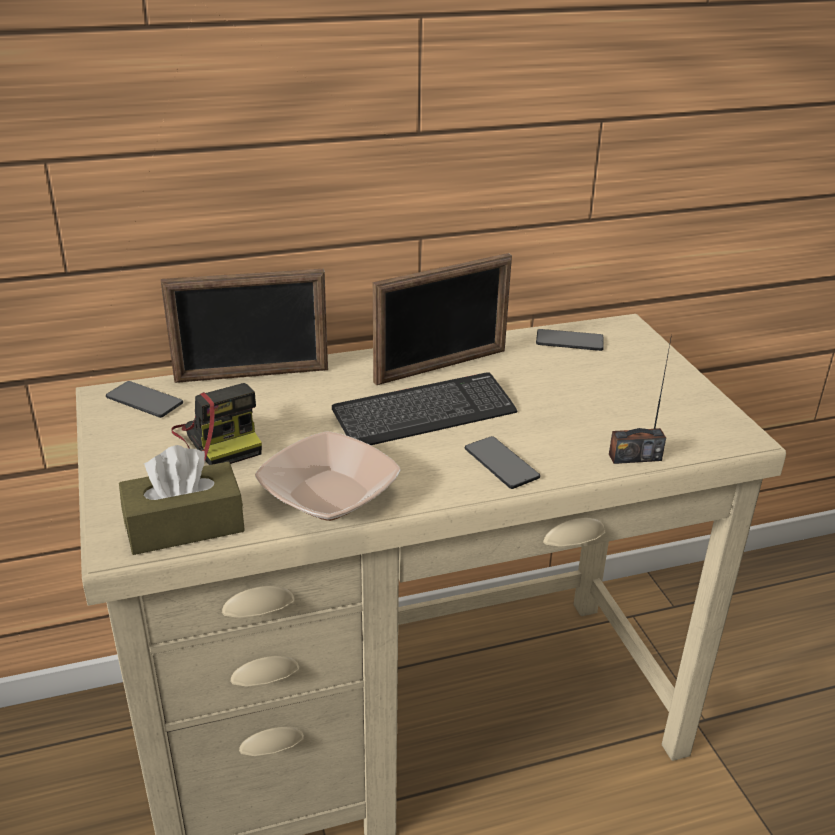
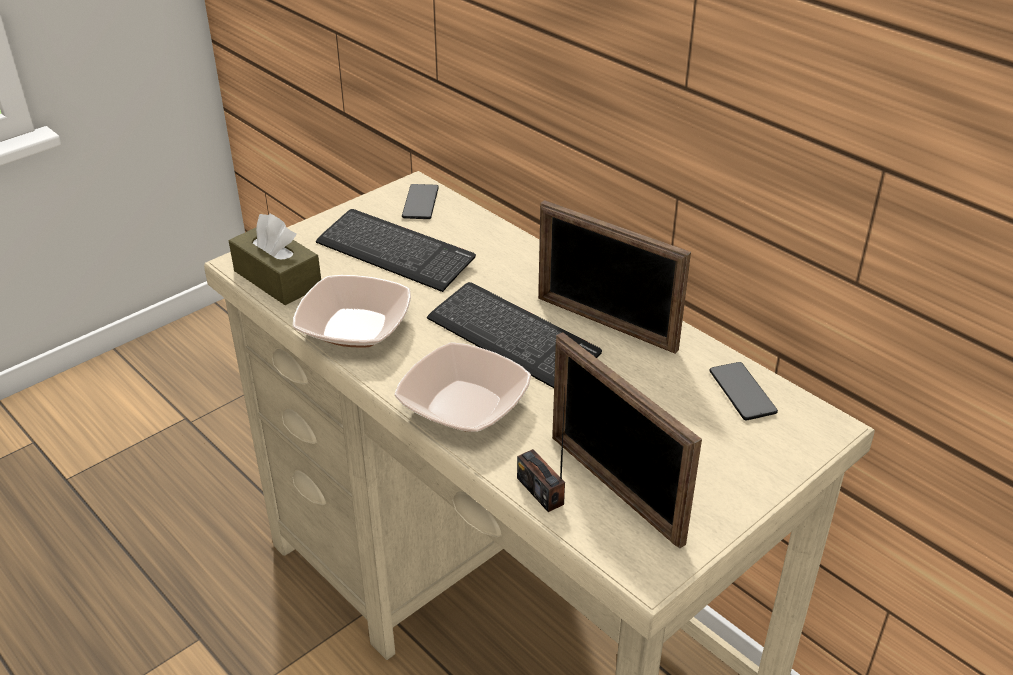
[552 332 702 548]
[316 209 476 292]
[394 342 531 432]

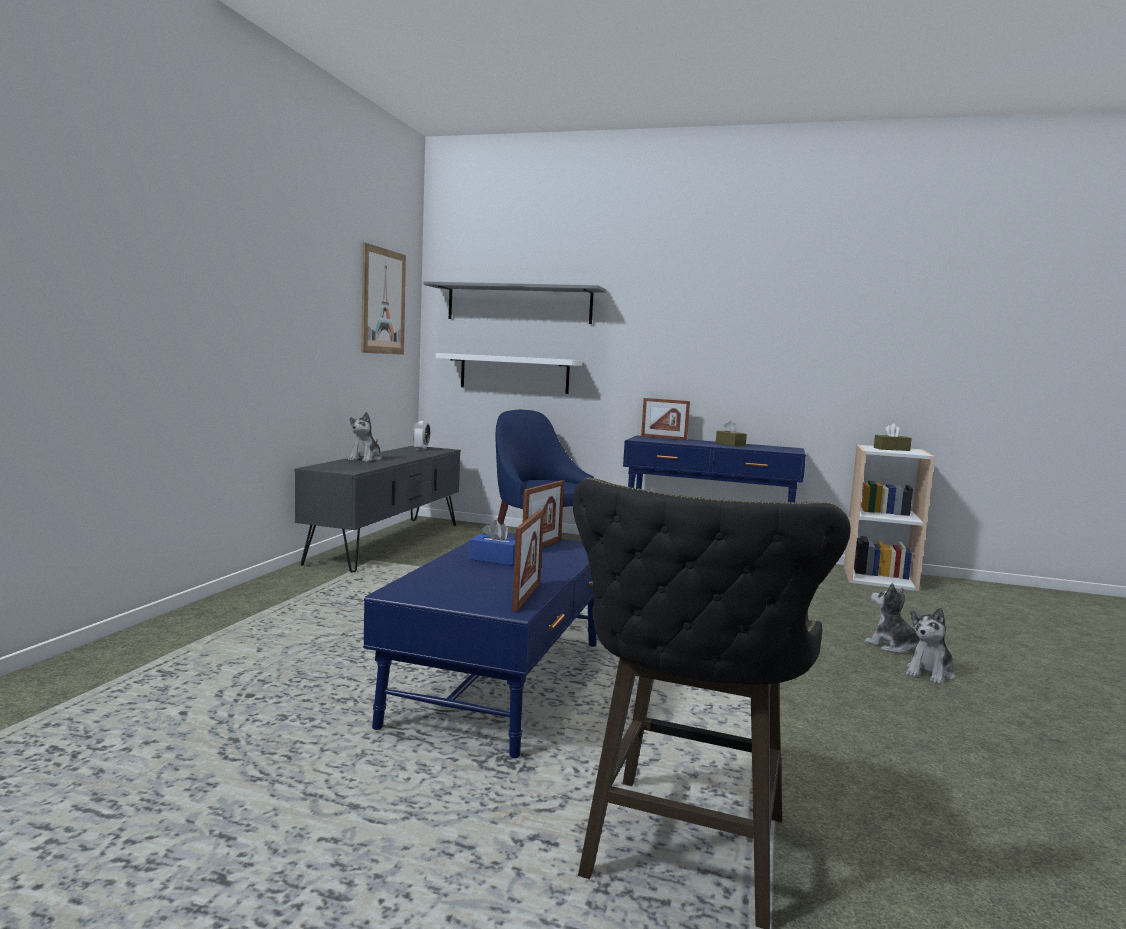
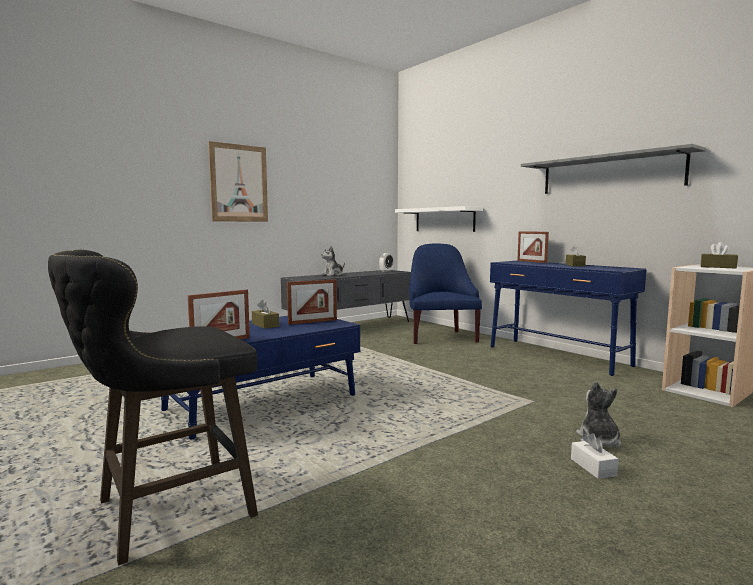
[208 141 268 222]
[521 144 706 194]
[571 433 618 479]
[252 300 279 329]

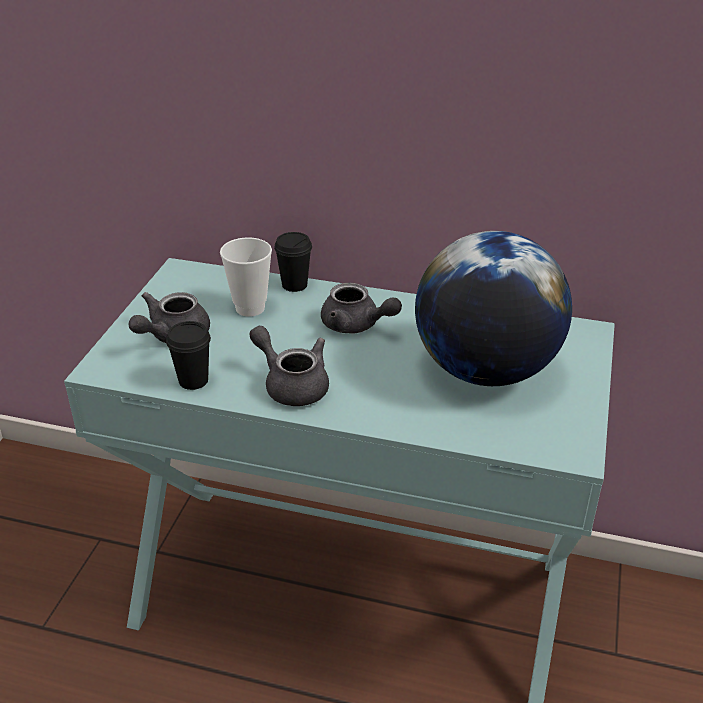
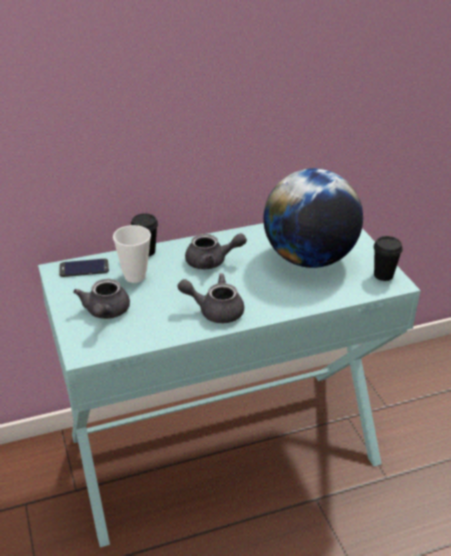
[59 259 109 277]
[374 236 403 281]

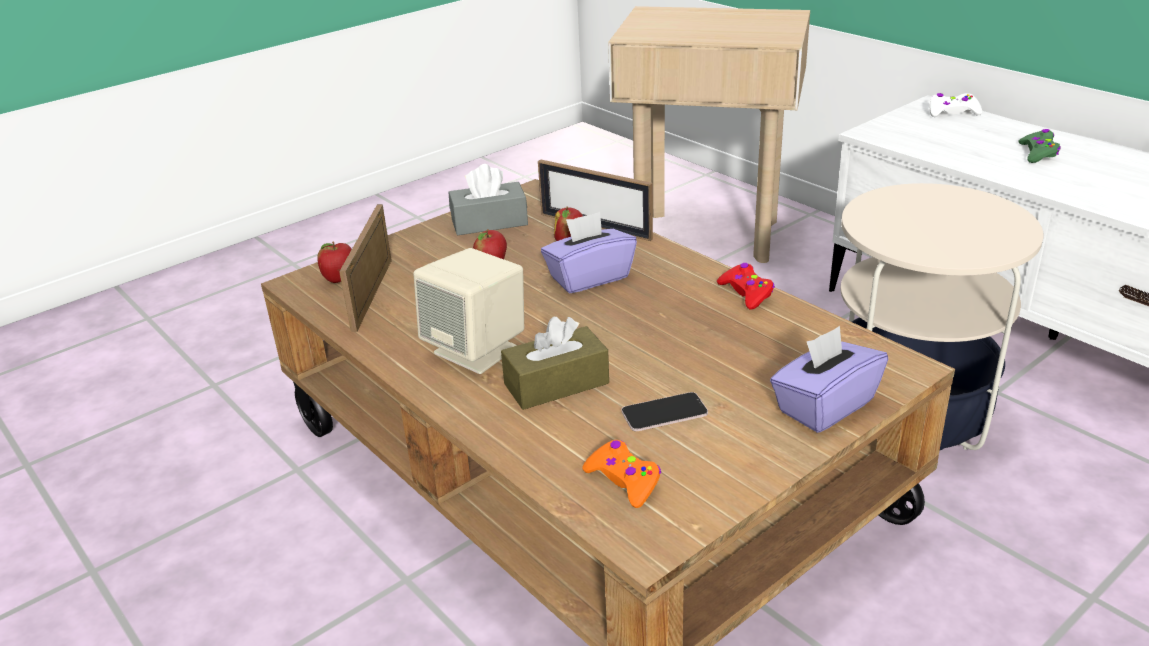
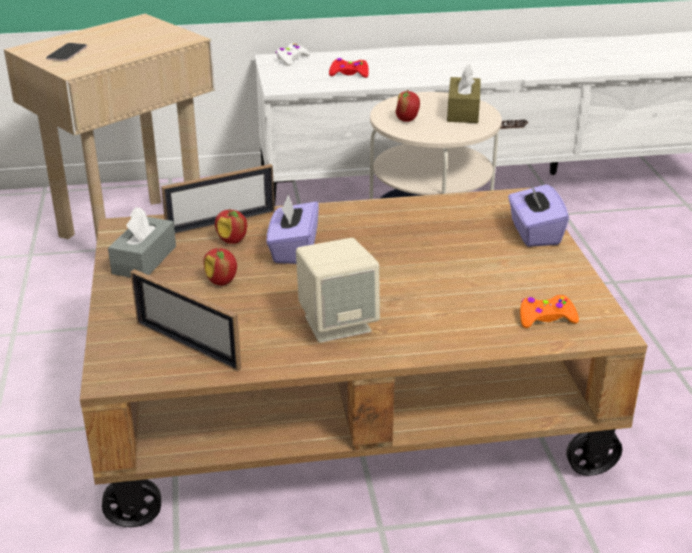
[1019 129 1061 163] (first image)
[395 90 420 122]
[447 65 481 123]
[46 43 87 61]
[329 58 369 78]

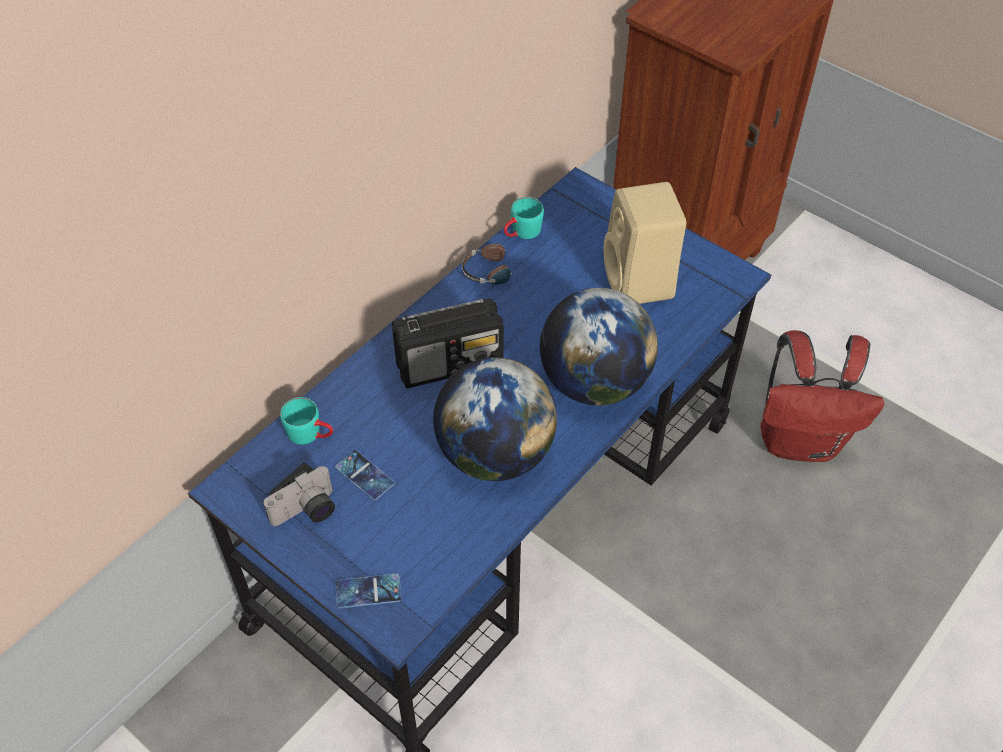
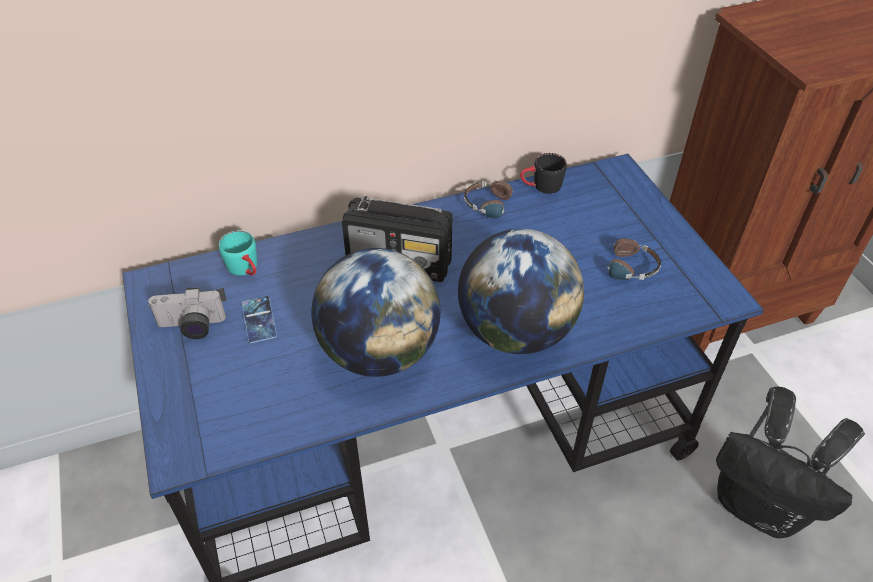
[335 573 402 608] (first image)
[592 238 661 280]
[520 153 567 194]
[716 387 865 538]

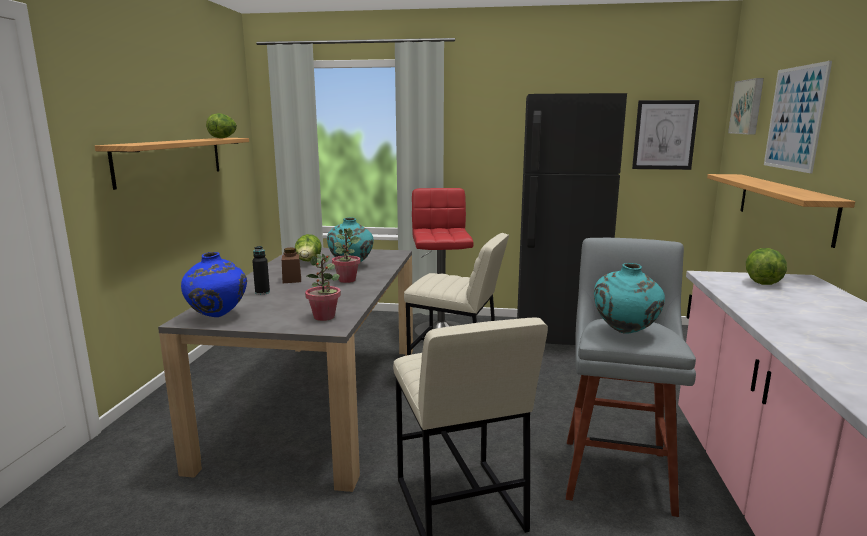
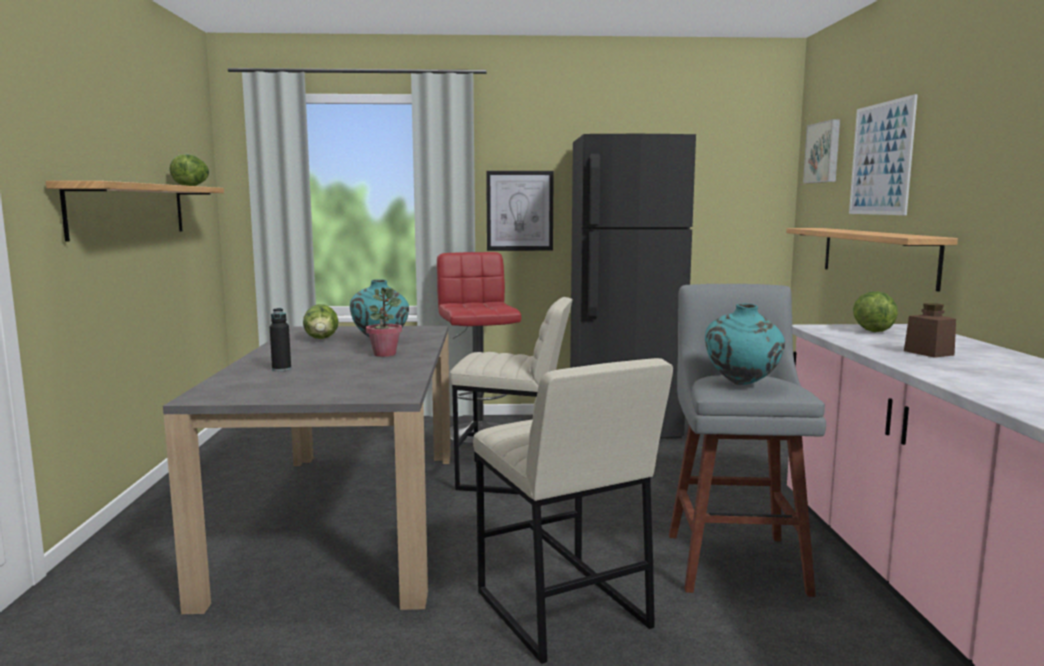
[181 252 247 317] (first image)
[305 254 341 321] (first image)
[904 303 956 358]
[486 171 554 251]

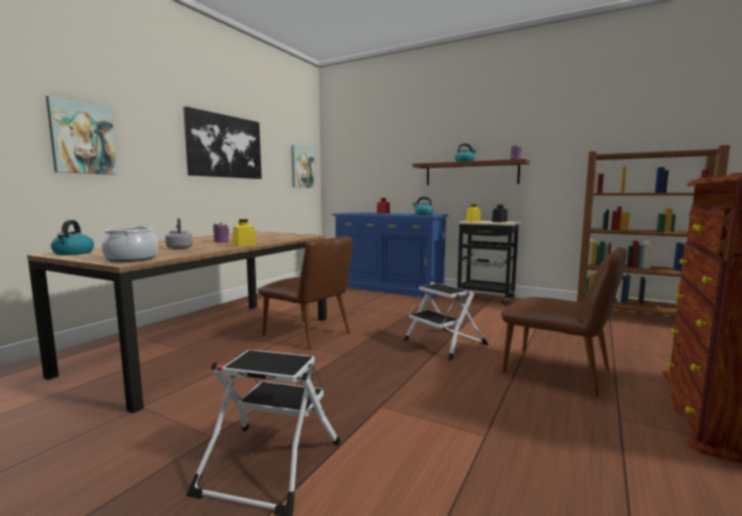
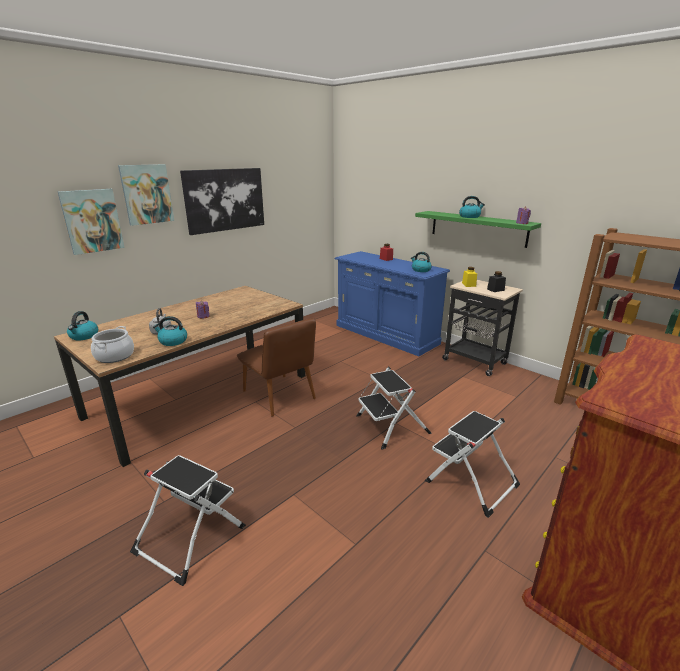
[233 219 256 247] (first image)
[153 316 187 346]
[118 164 174 226]
[425 411 520 518]
[415 211 541 248]

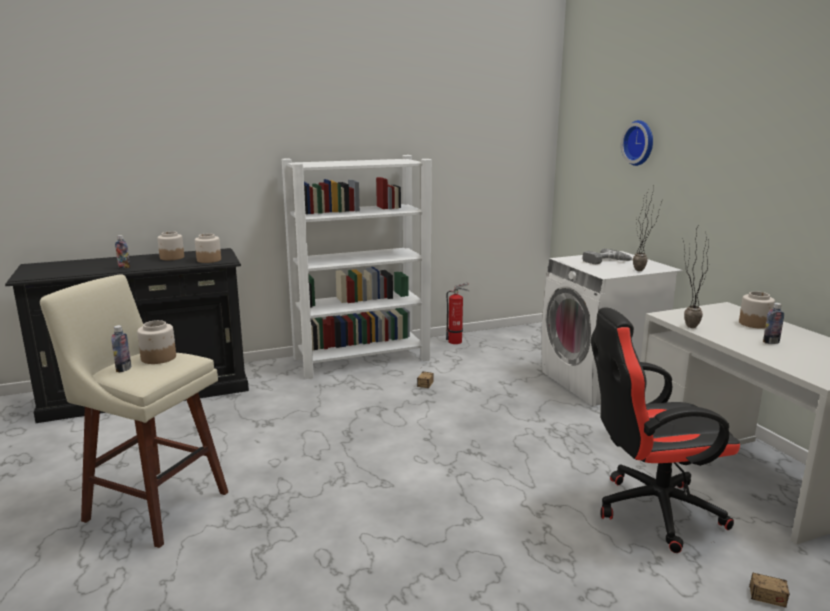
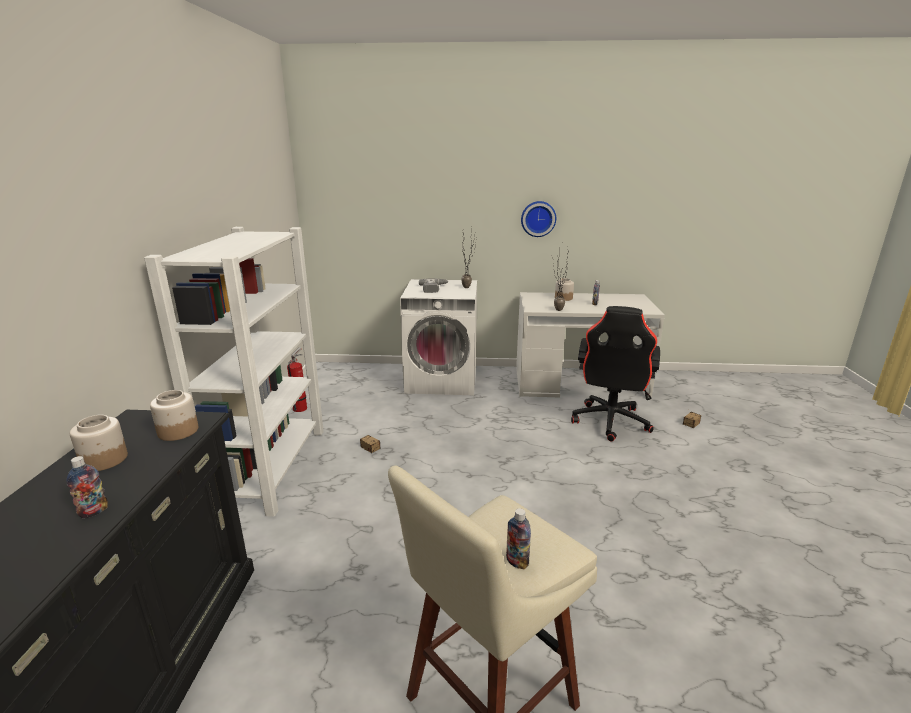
[137 320 176 364] (first image)
[521 201 556 237]

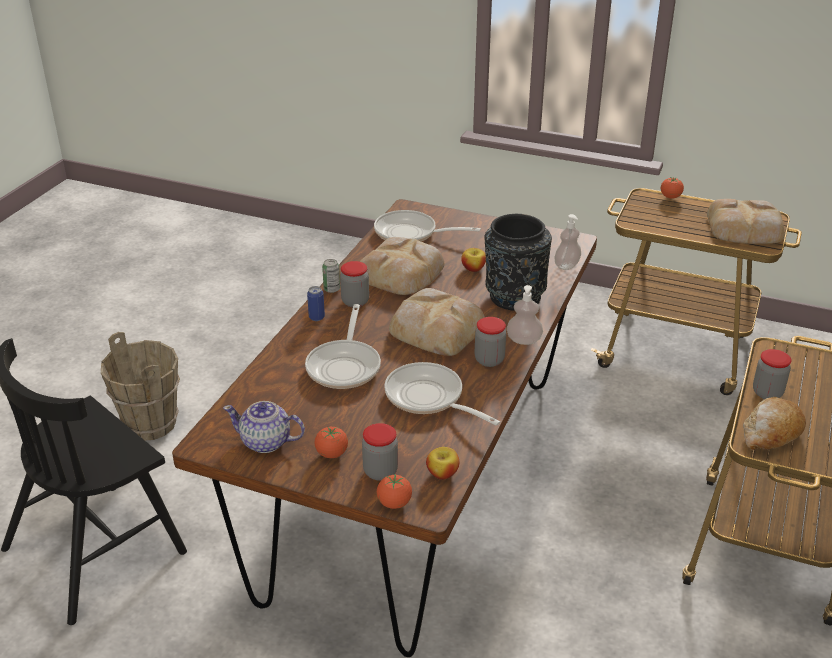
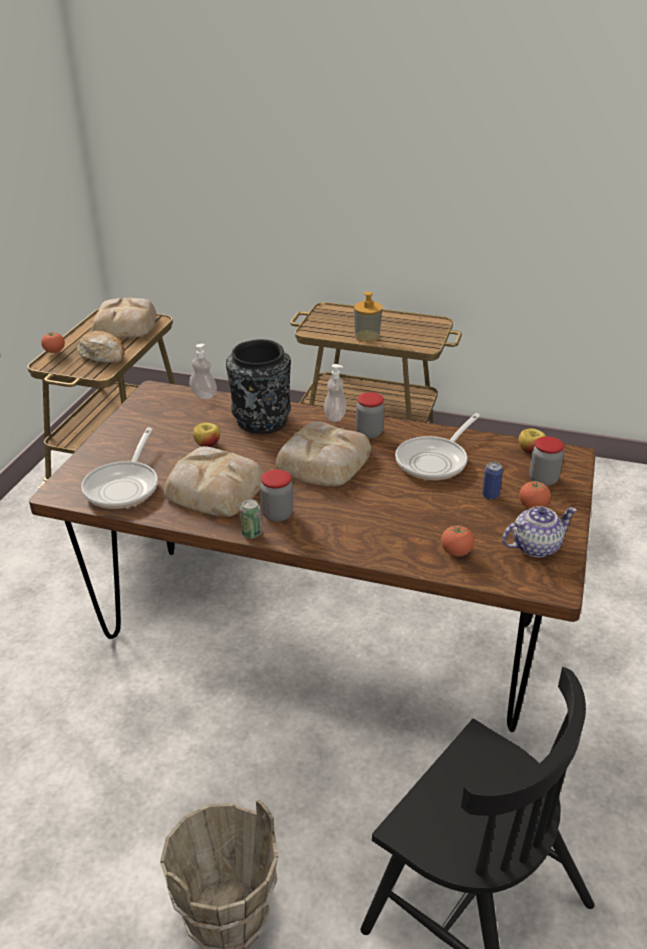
[305 304 381 389] (first image)
[482 462 503 500]
[441 525 474 556]
[77 331 125 363]
[354 291 383 342]
[502 506 577 557]

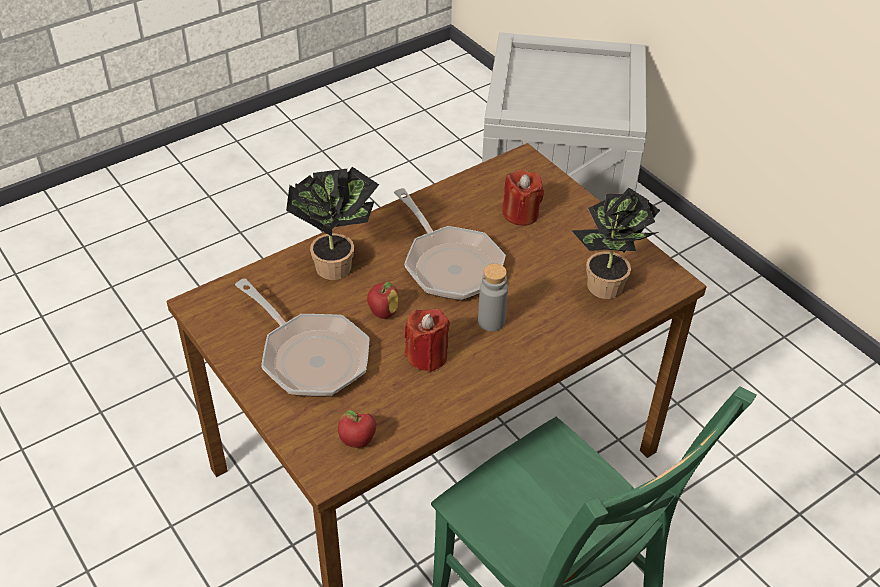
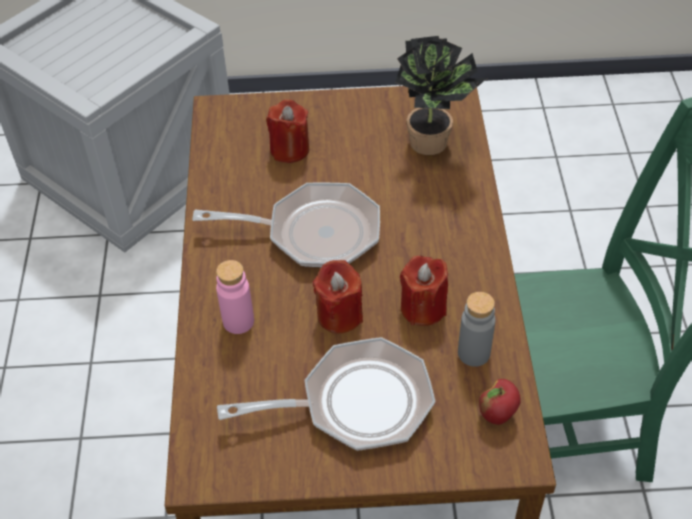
[458 292 495 367]
[216 260 254 334]
[313 260 363 333]

